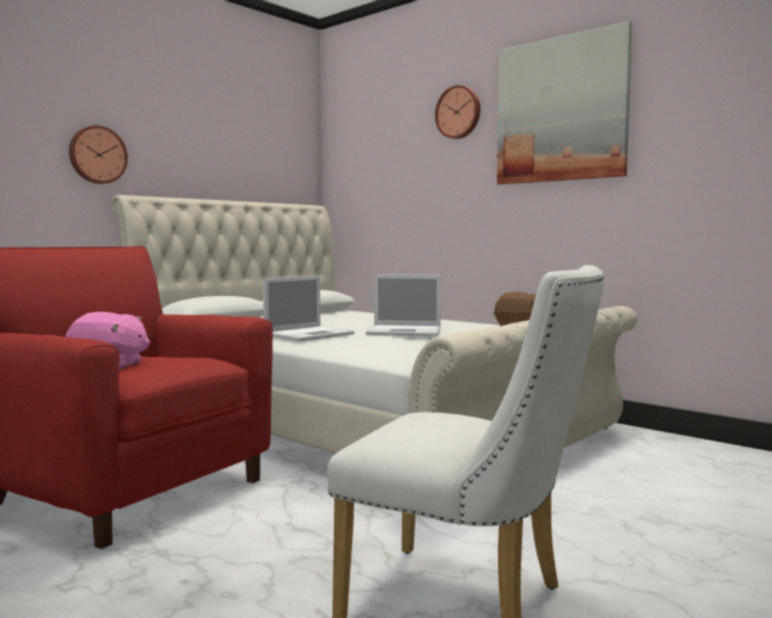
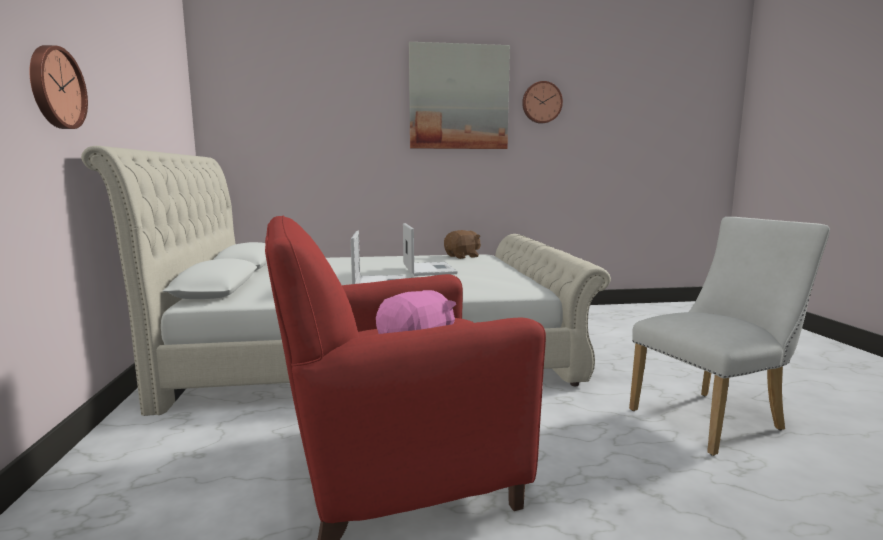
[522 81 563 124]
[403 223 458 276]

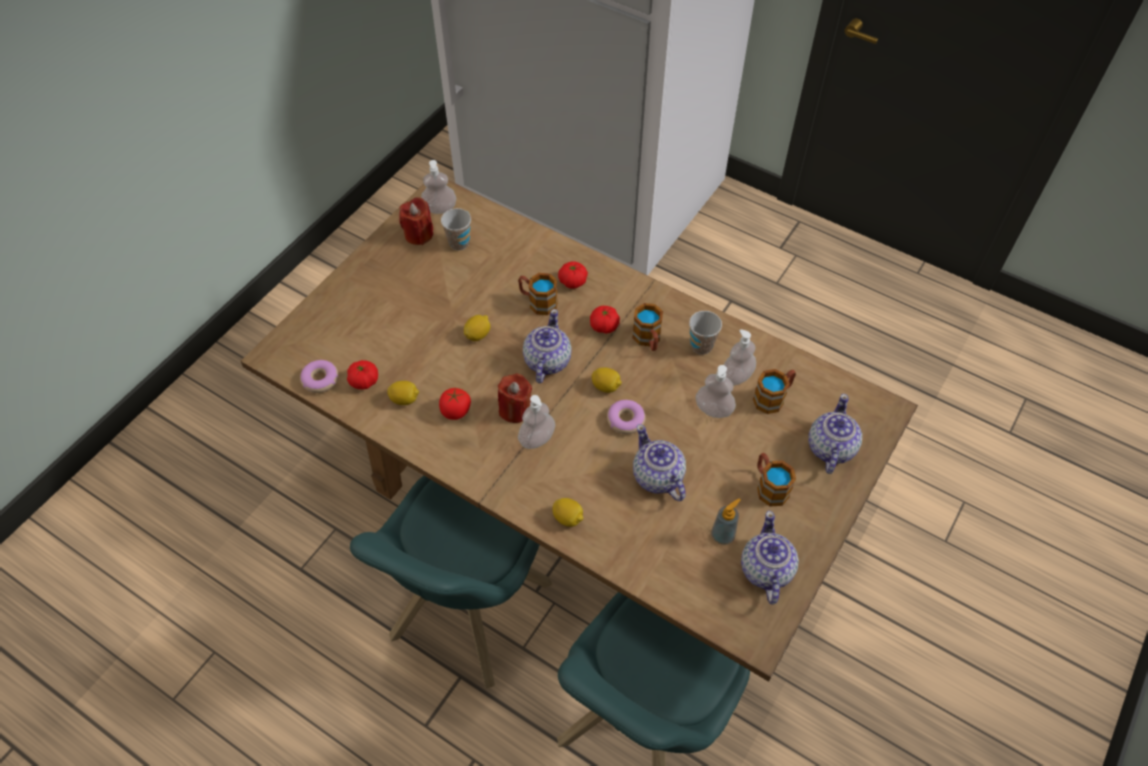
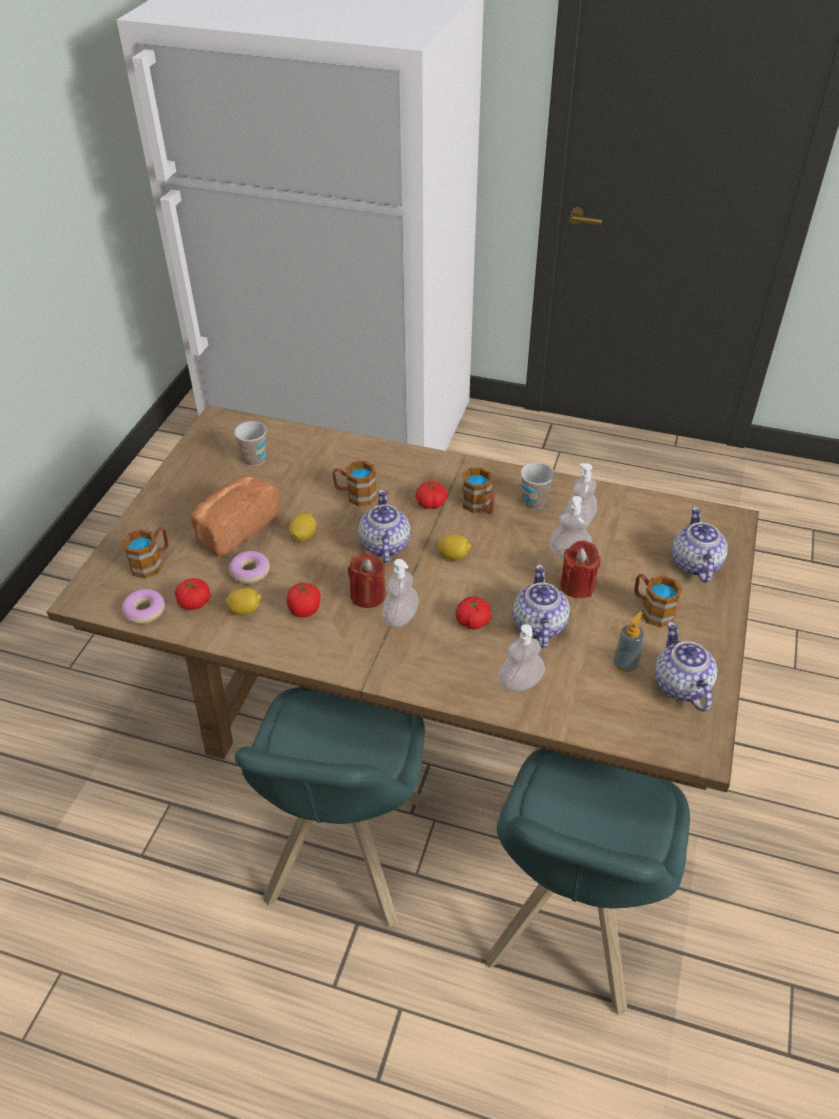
[553 498 583 527] (first image)
[190 476 280 557]
[560 541 601 598]
[498 624 545 692]
[455 596 491 629]
[229 551 270 584]
[122 527 169 579]
[513 564 570 648]

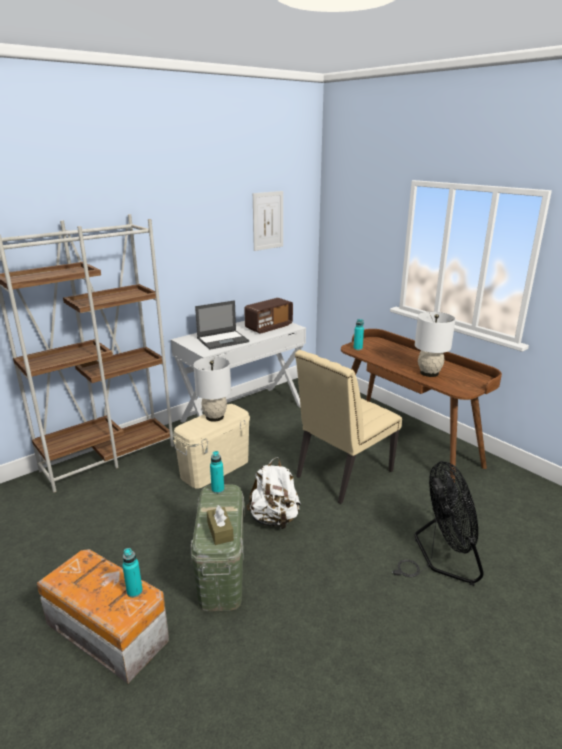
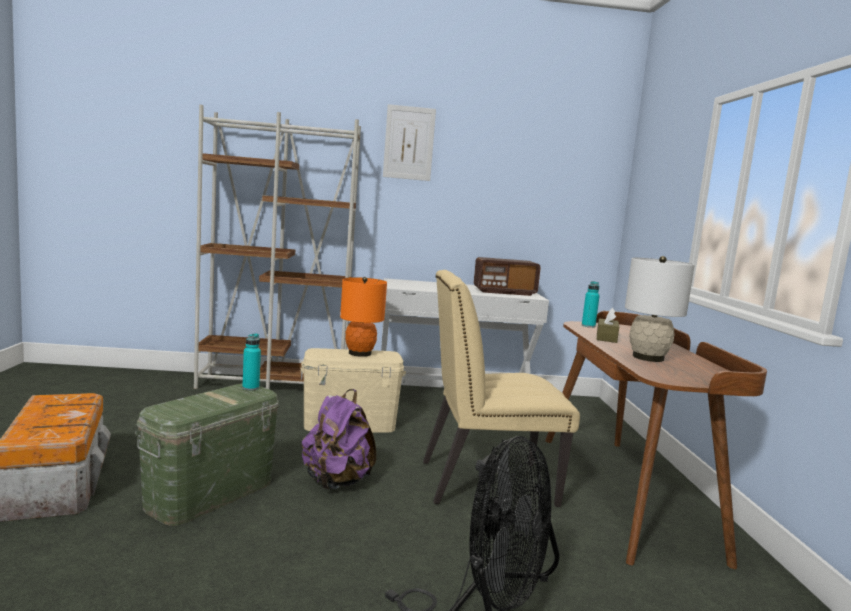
[122 548 143 598] (first image)
[195 300 249 350] (first image)
[597 308 619 343]
[383 104 436 181]
[340 277 387 357]
[302 389 376 489]

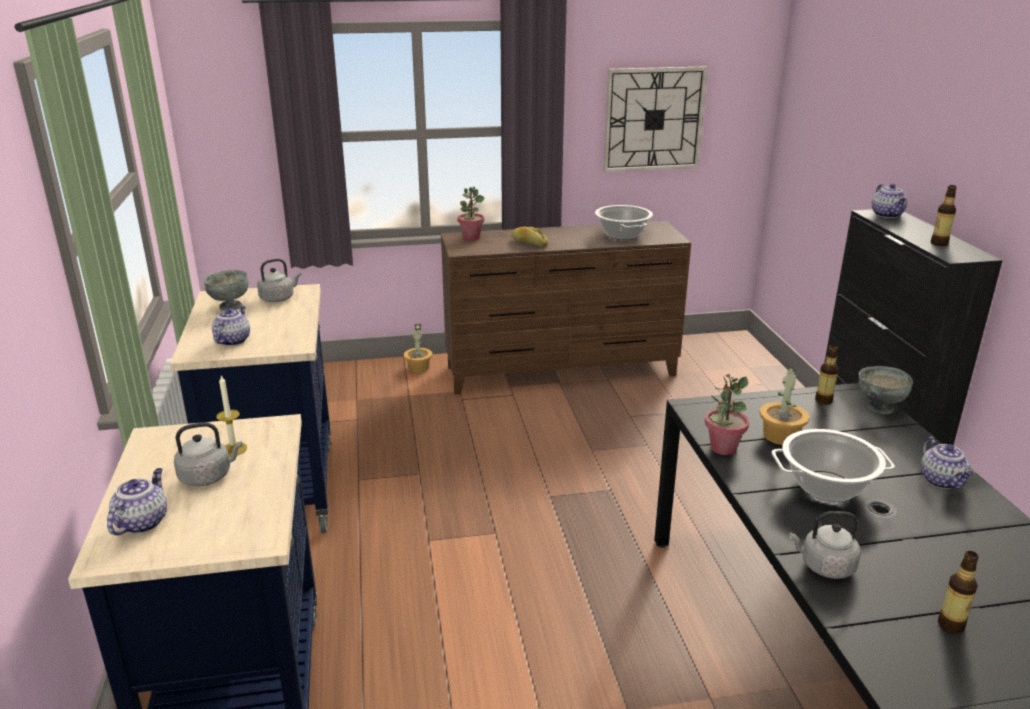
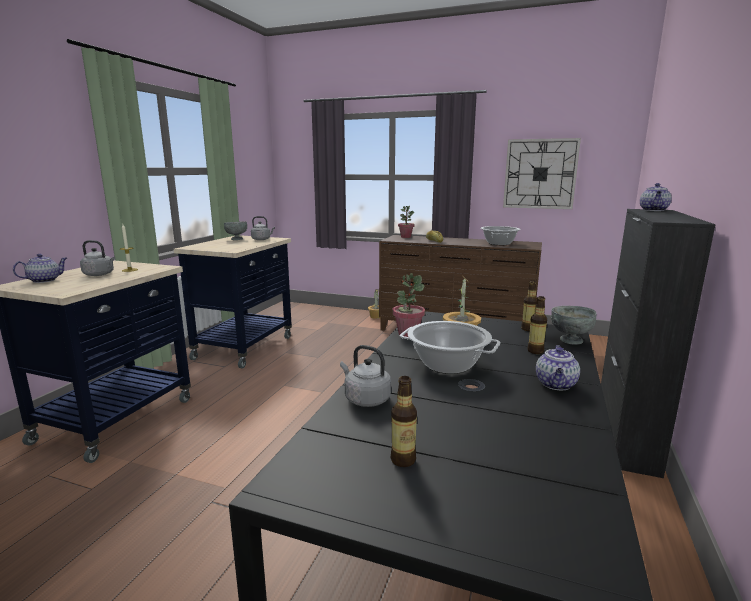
[212 306 250 346] (first image)
[527 296 547 354]

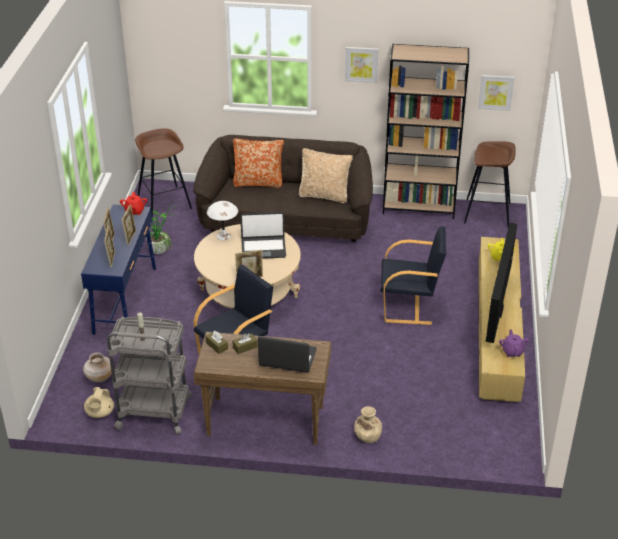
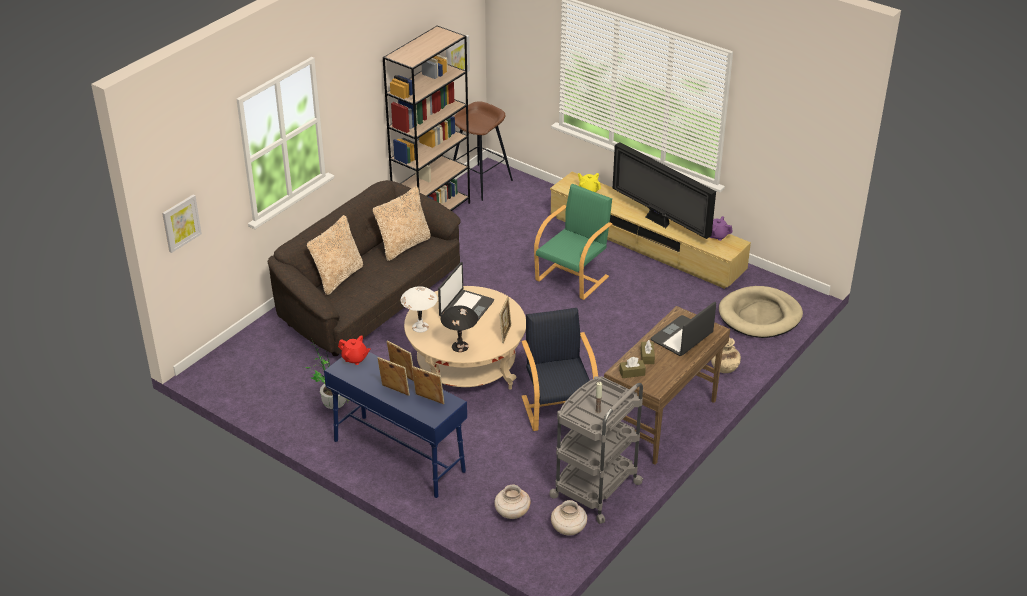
[135 128 192 218] (first image)
[441 305 478 352]
[719 286 803 338]
[162 195 202 253]
[551 500 587 535]
[307 215 363 295]
[534 184 612 300]

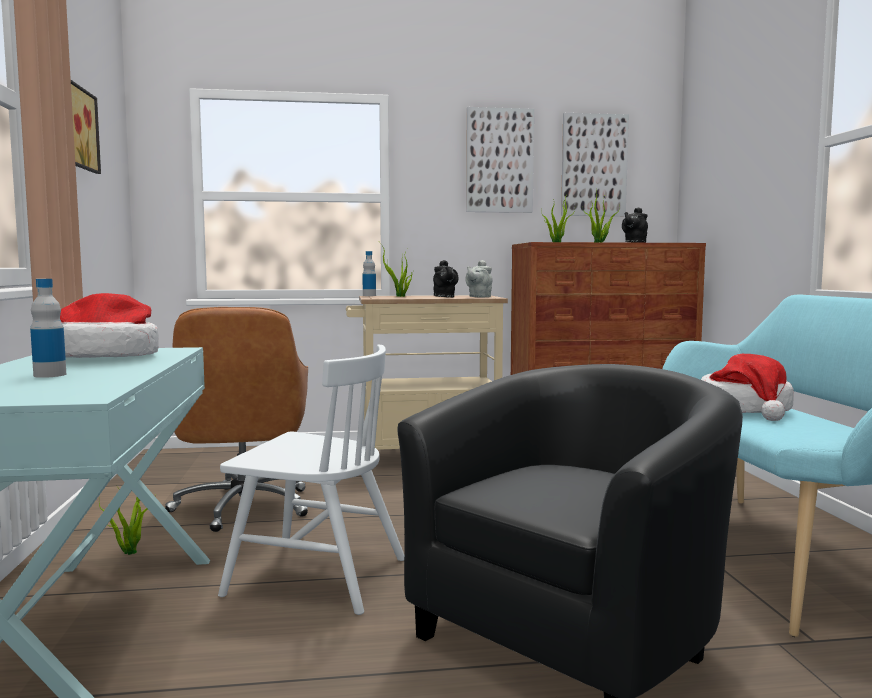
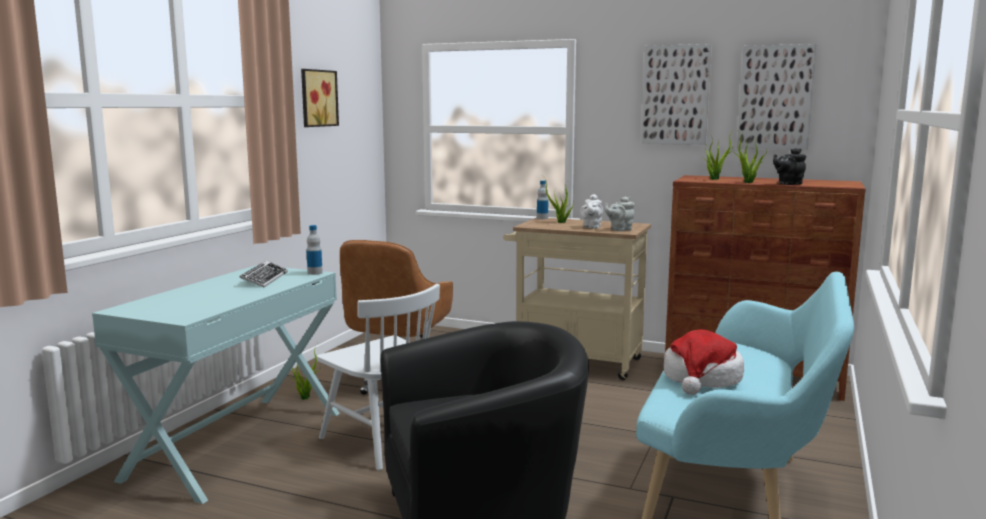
[306 225 323 275]
[239 261 288 287]
[580 194 603 229]

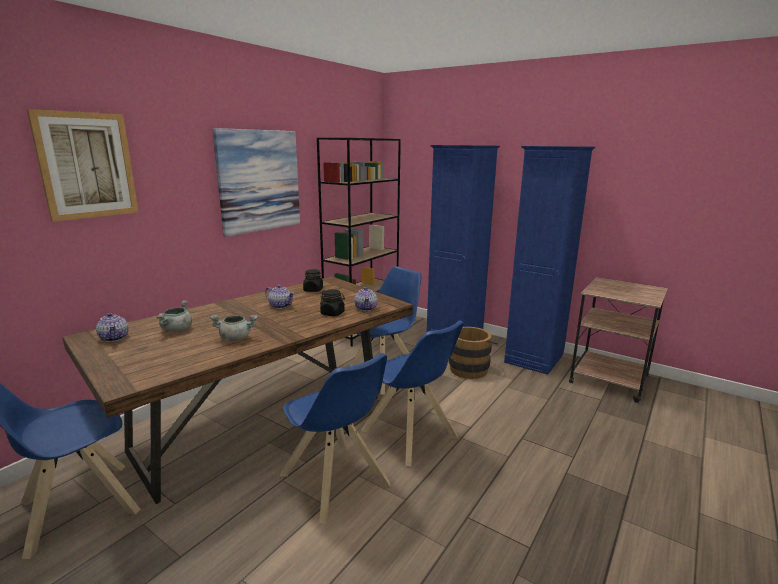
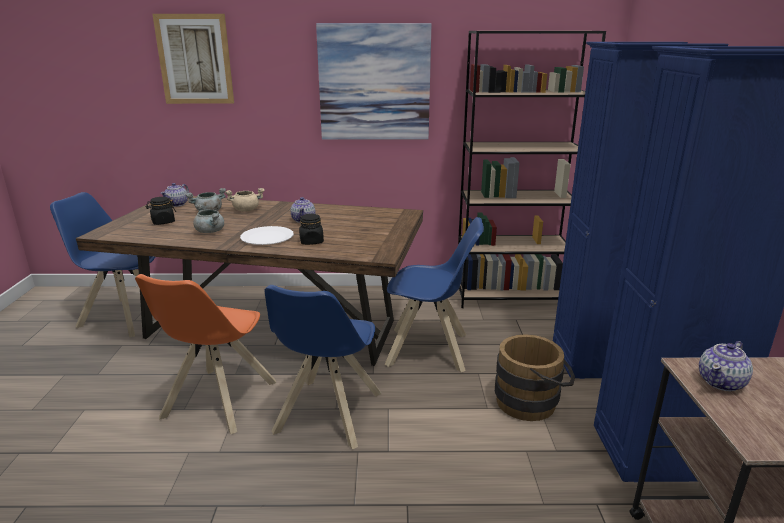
[225 188 265 212]
[240 226 294 245]
[146 197 176 225]
[699 341 753 391]
[135 274 276 434]

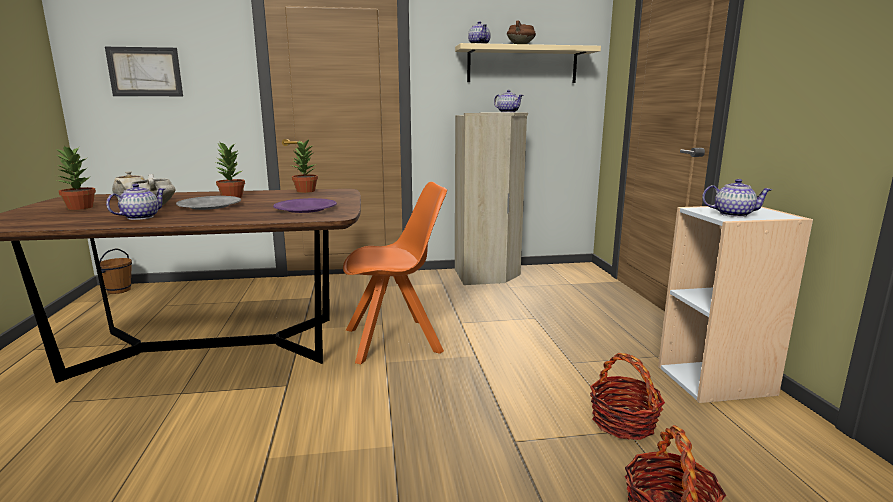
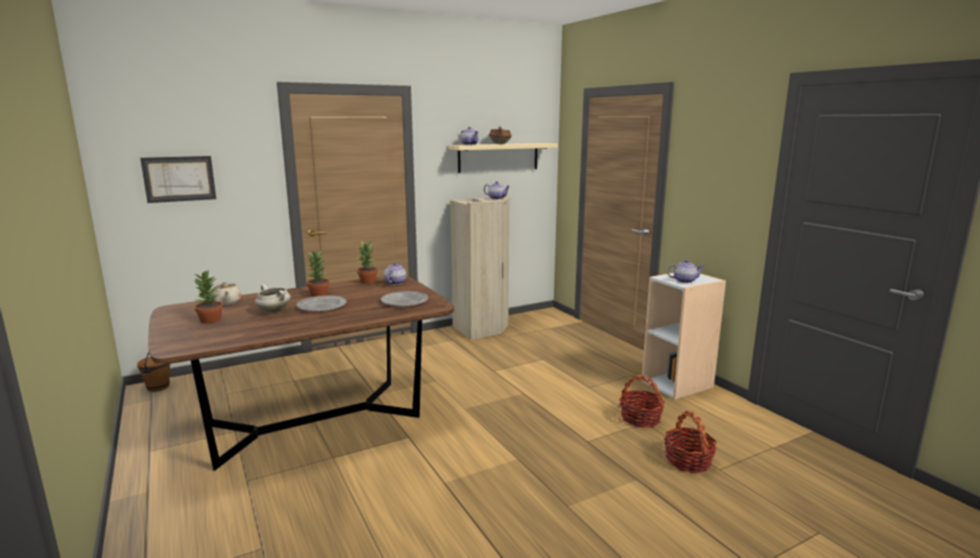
[343 182 447 364] (first image)
[384 262 406 285]
[381 291 428 306]

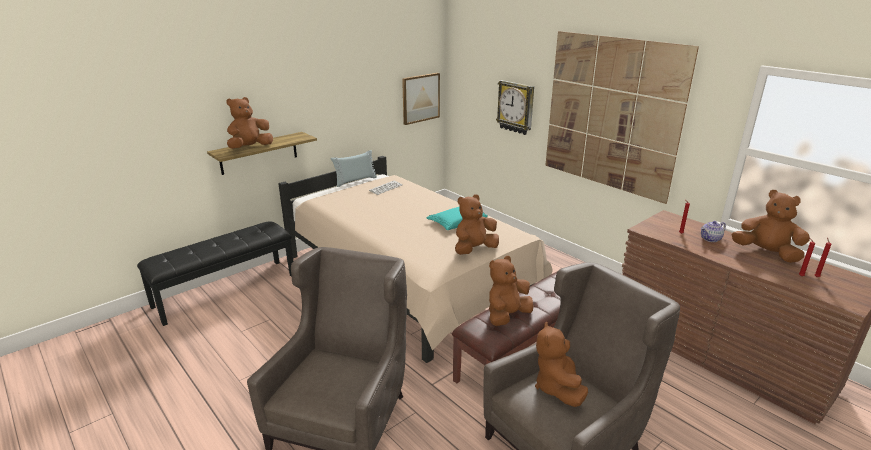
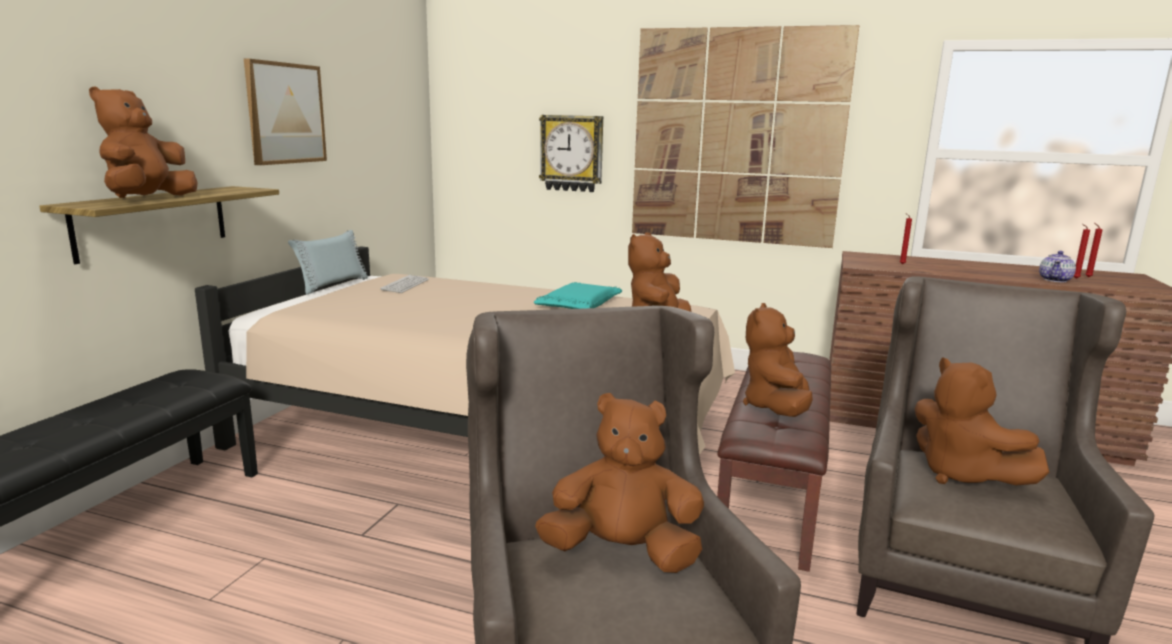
[244 59 327 165]
[1039 251 1076 282]
[535 393 704 573]

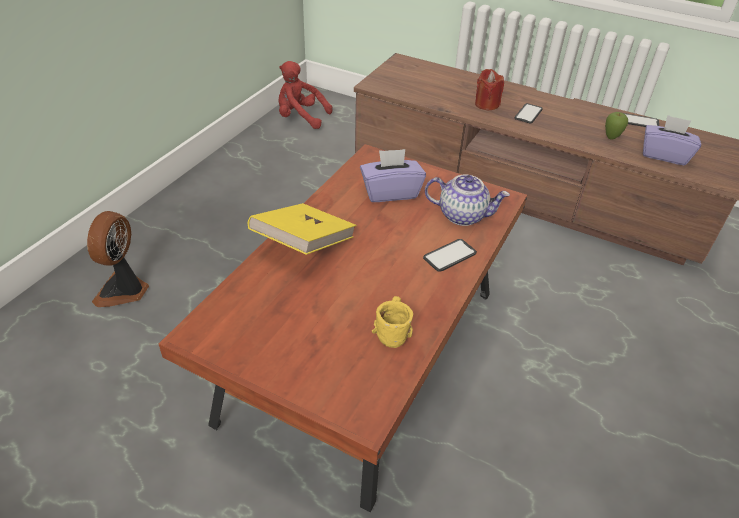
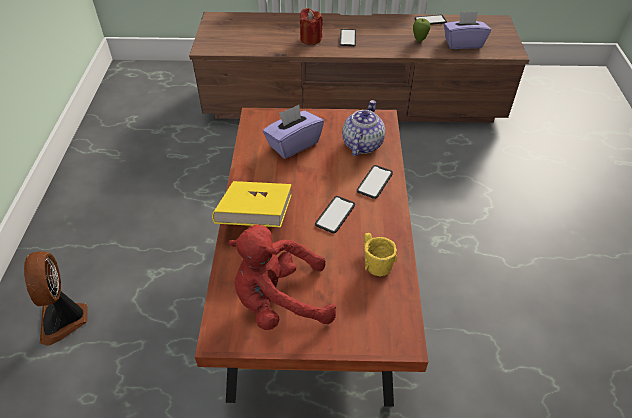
[315 196 355 233]
[228 224 336 330]
[342 100 385 156]

